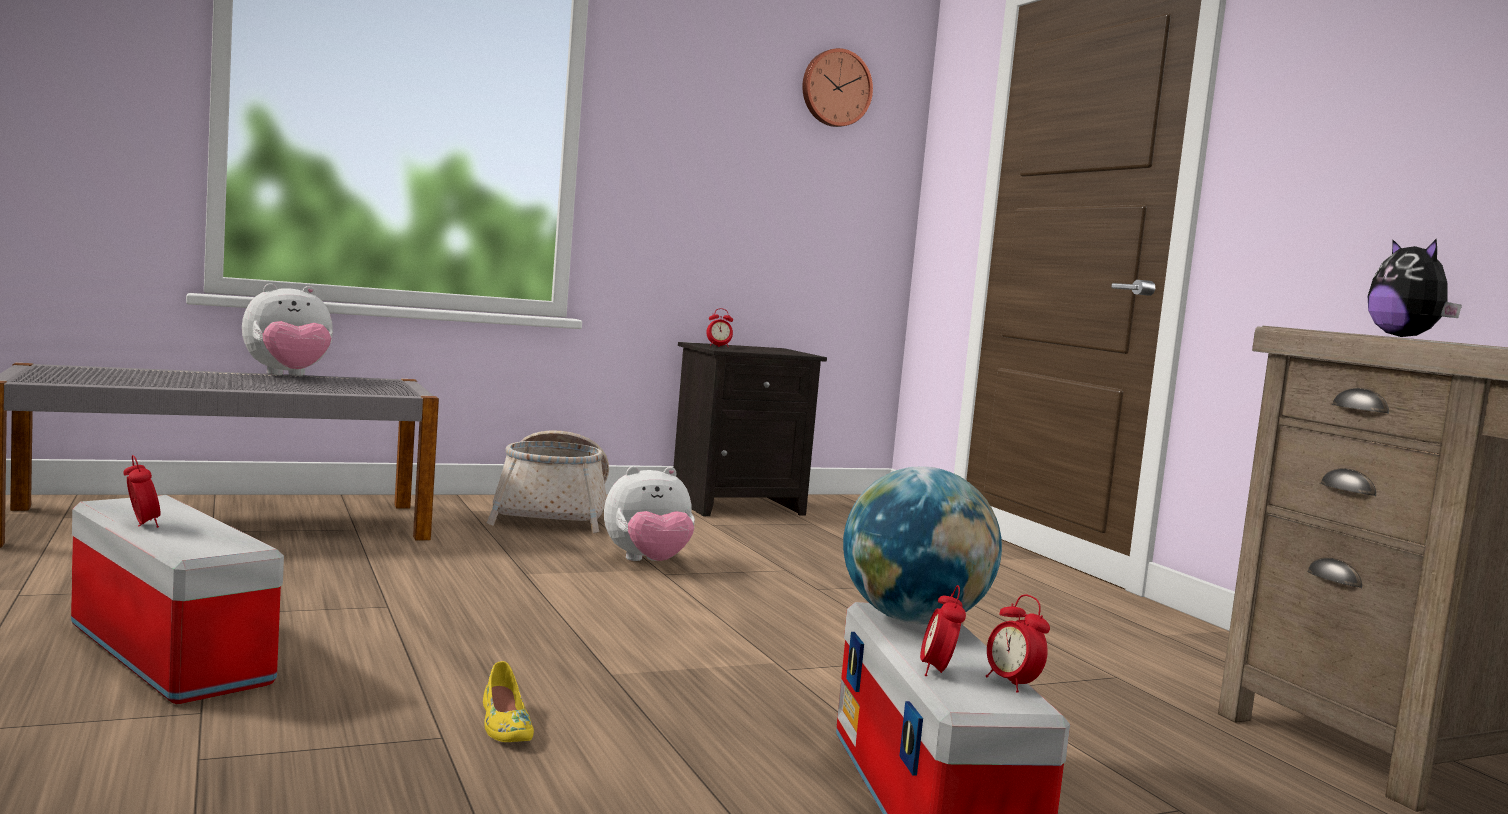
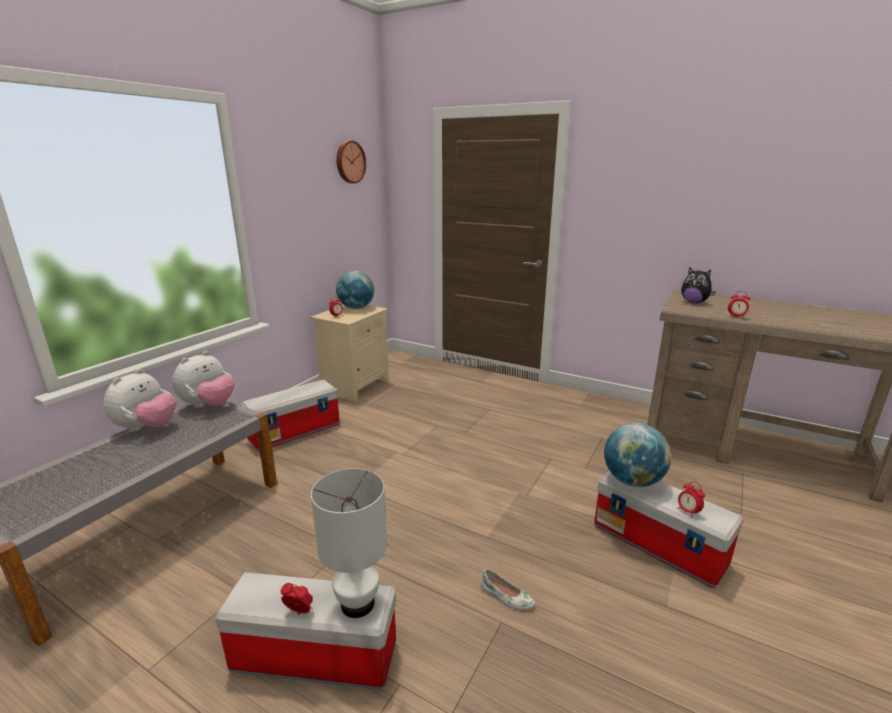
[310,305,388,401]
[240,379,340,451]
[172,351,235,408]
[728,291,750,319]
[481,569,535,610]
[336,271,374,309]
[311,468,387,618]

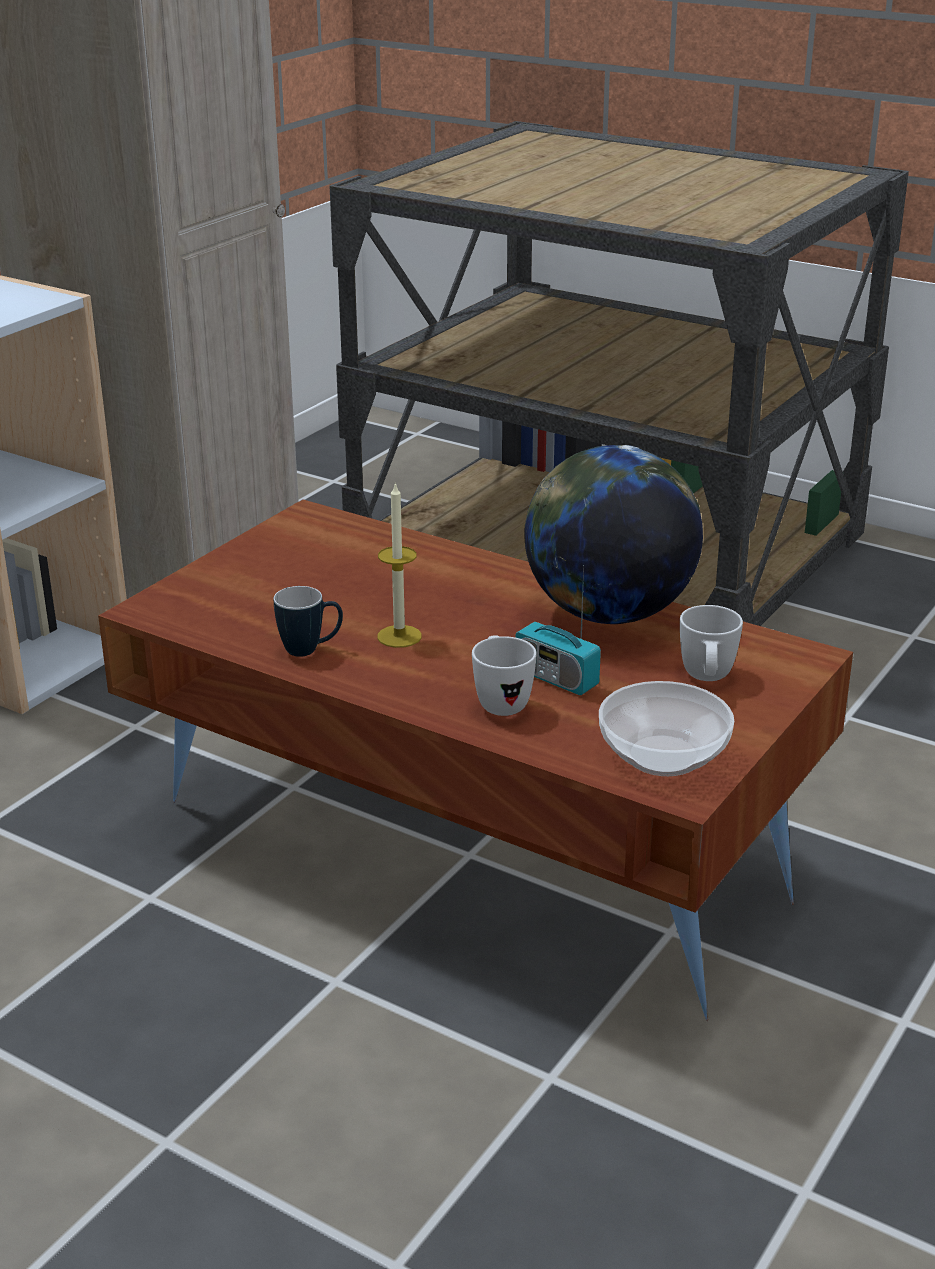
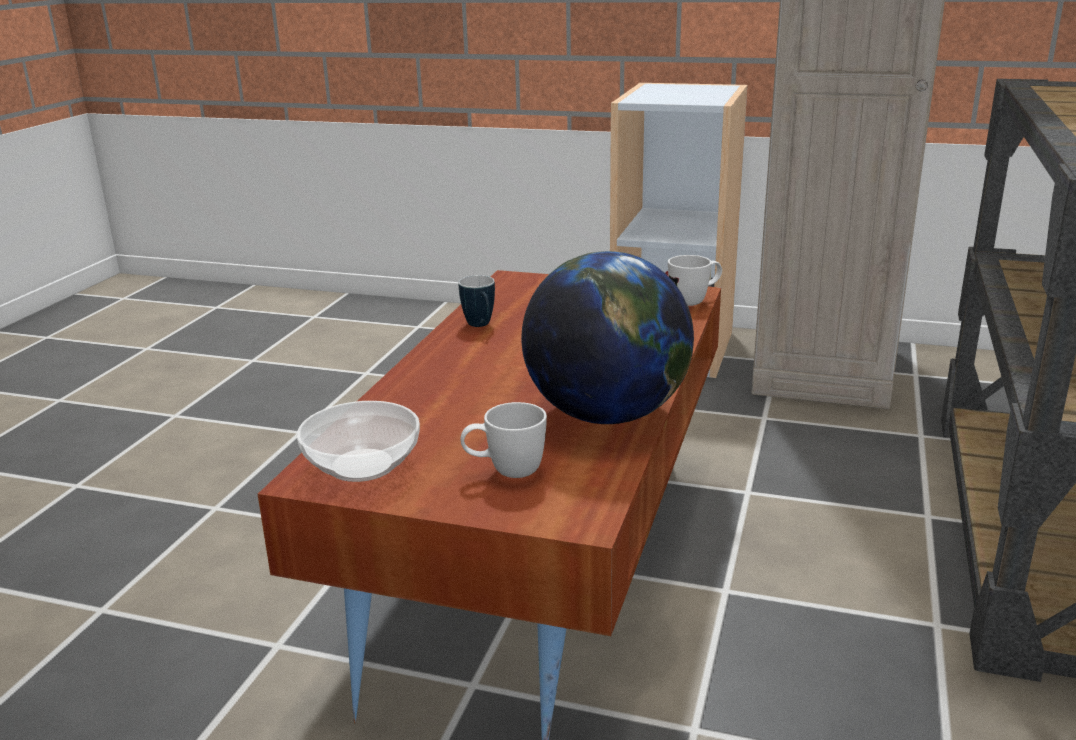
[377,482,422,648] (first image)
[516,565,601,695] (first image)
[668,255,722,306]

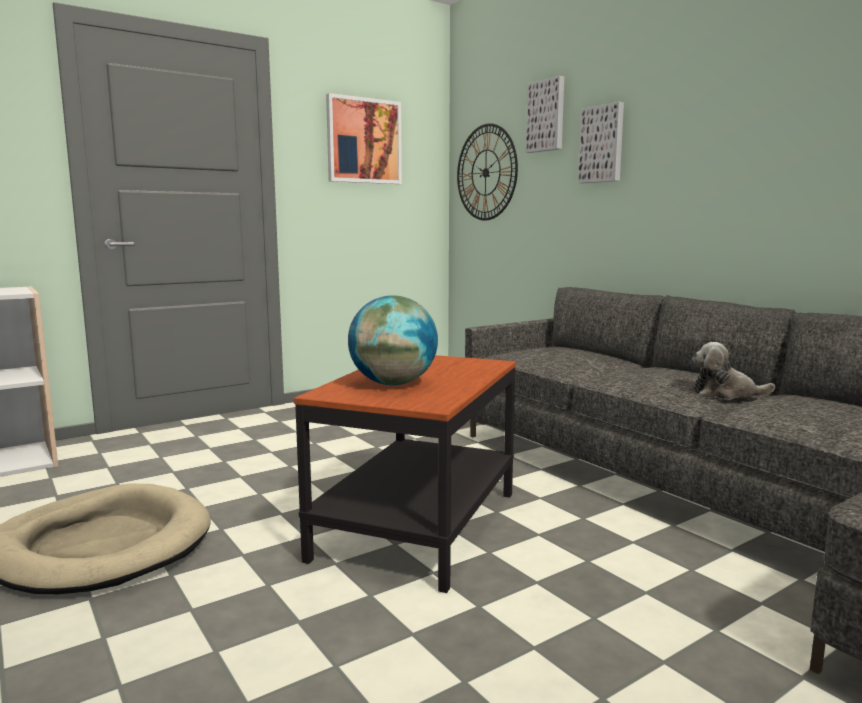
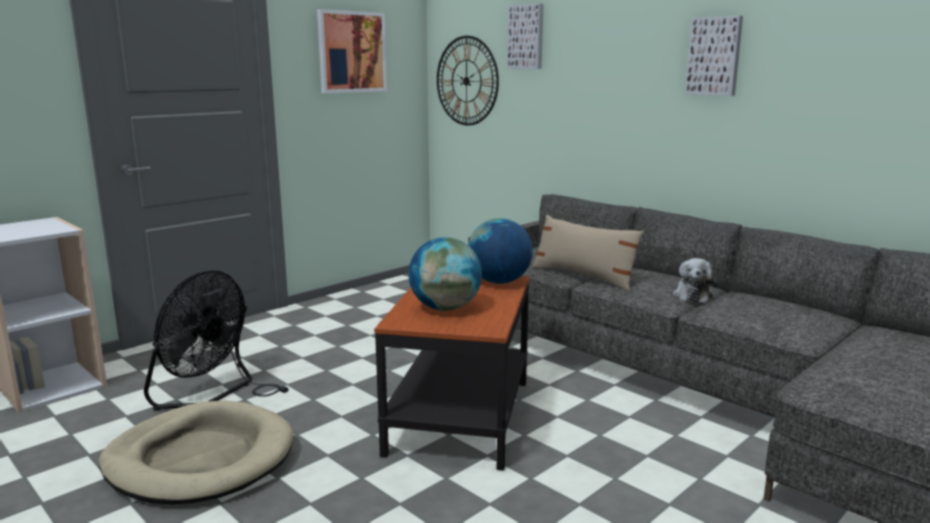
[685,15,743,96]
[673,258,718,303]
[532,215,644,291]
[468,218,533,284]
[144,271,289,411]

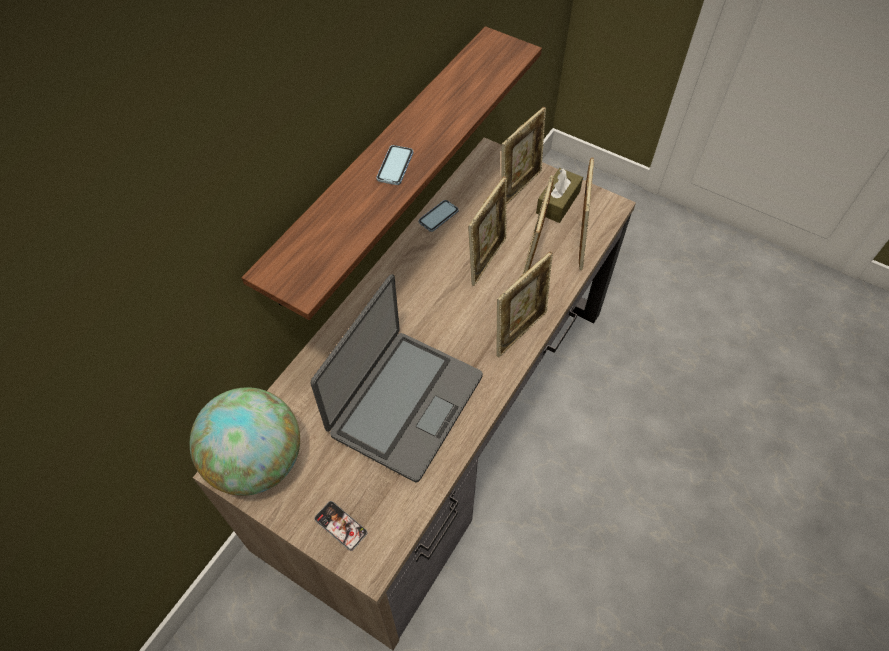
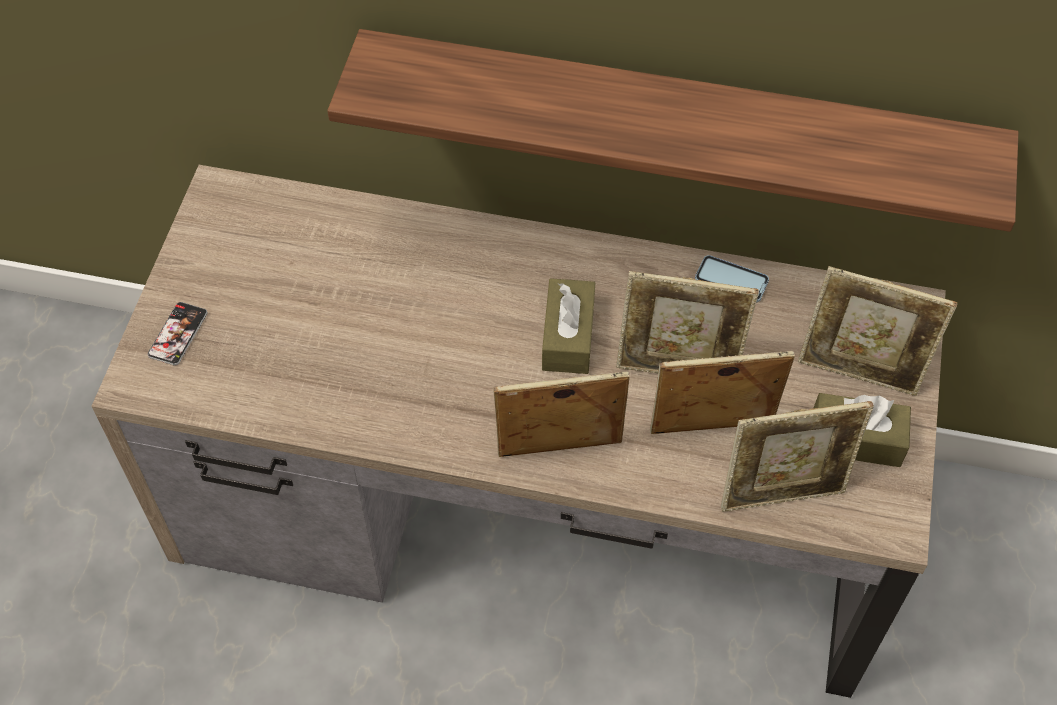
[376,145,413,185] (first image)
[493,372,630,457]
[311,274,483,482] (first image)
[190,387,300,496] (first image)
[542,278,596,374]

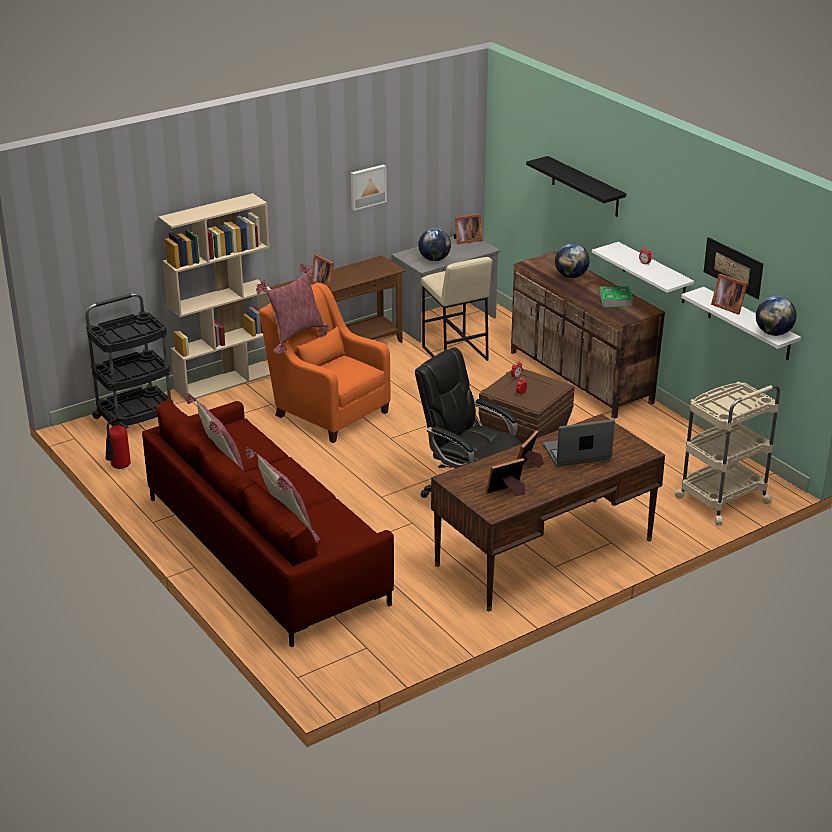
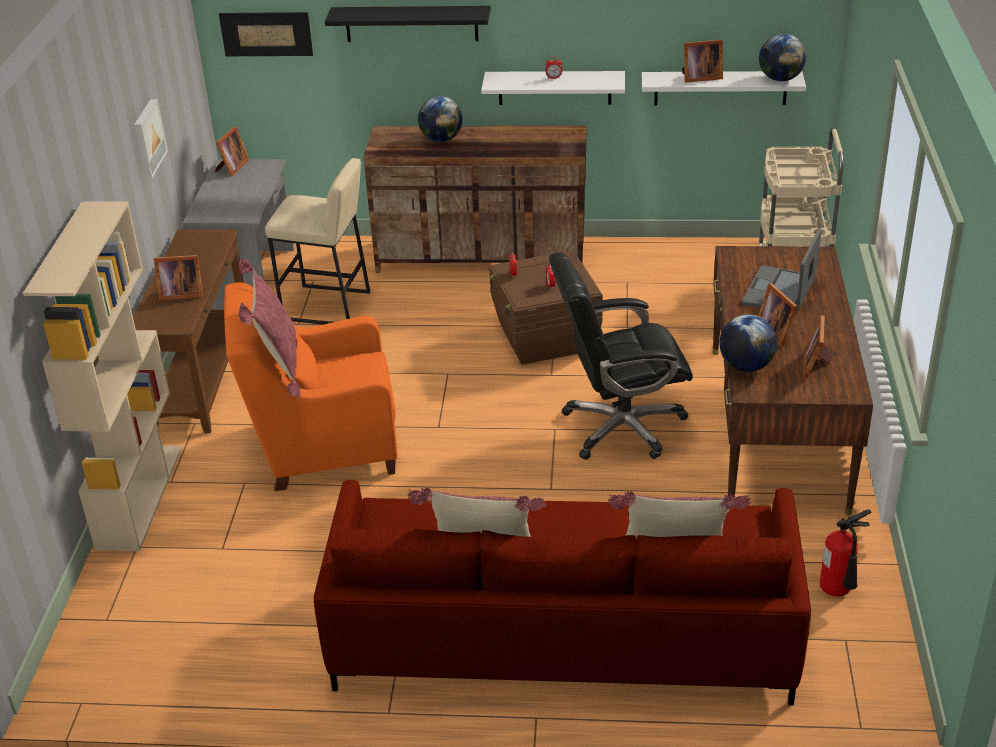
[720,315,778,372]
[219,12,313,56]
[599,286,633,307] (first image)
[85,293,173,426] (first image)
[820,509,871,597]

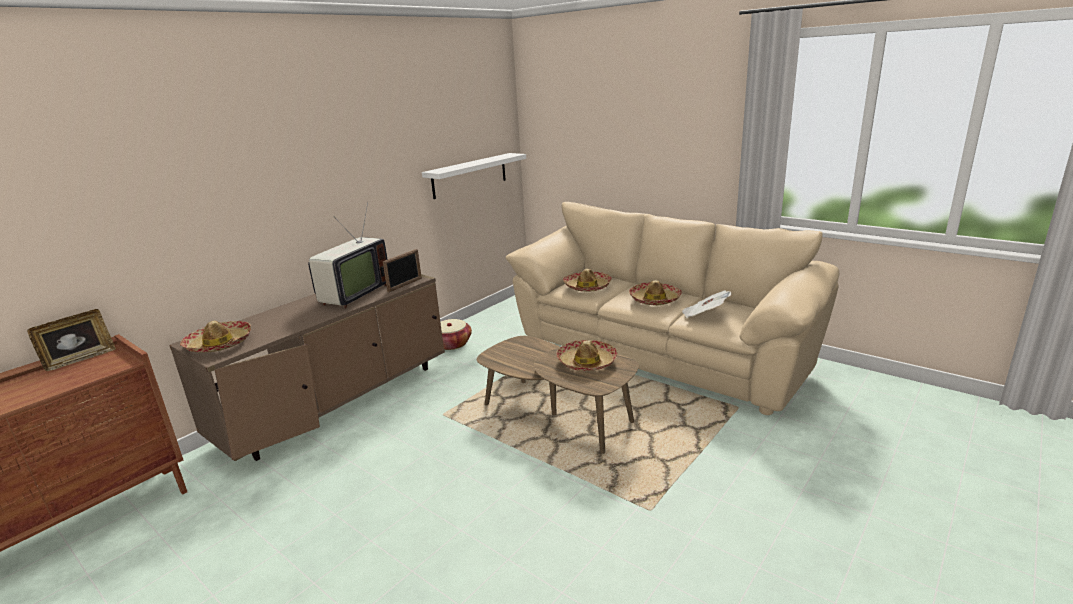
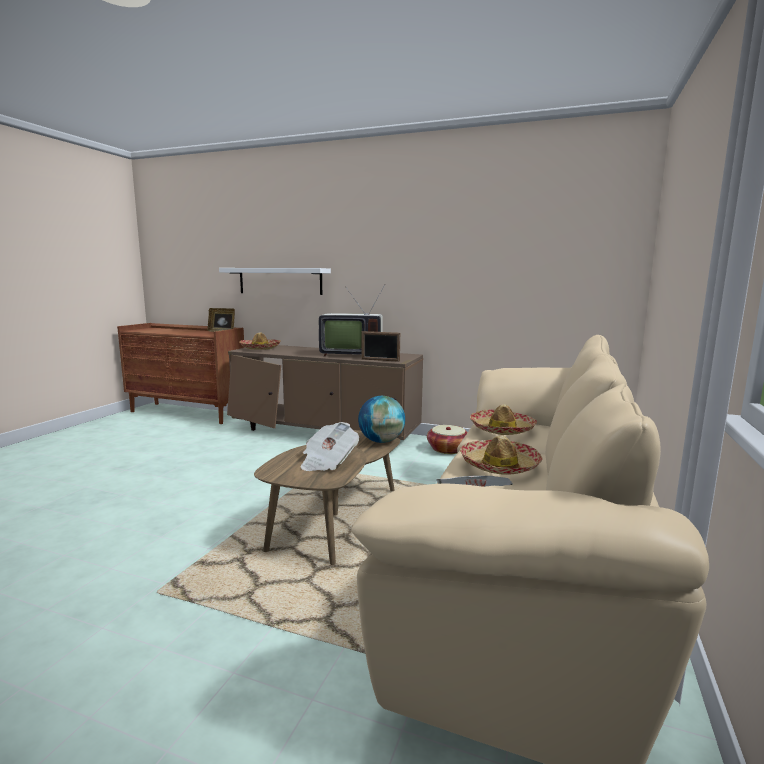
[219,268,331,295]
[301,422,359,471]
[358,396,405,443]

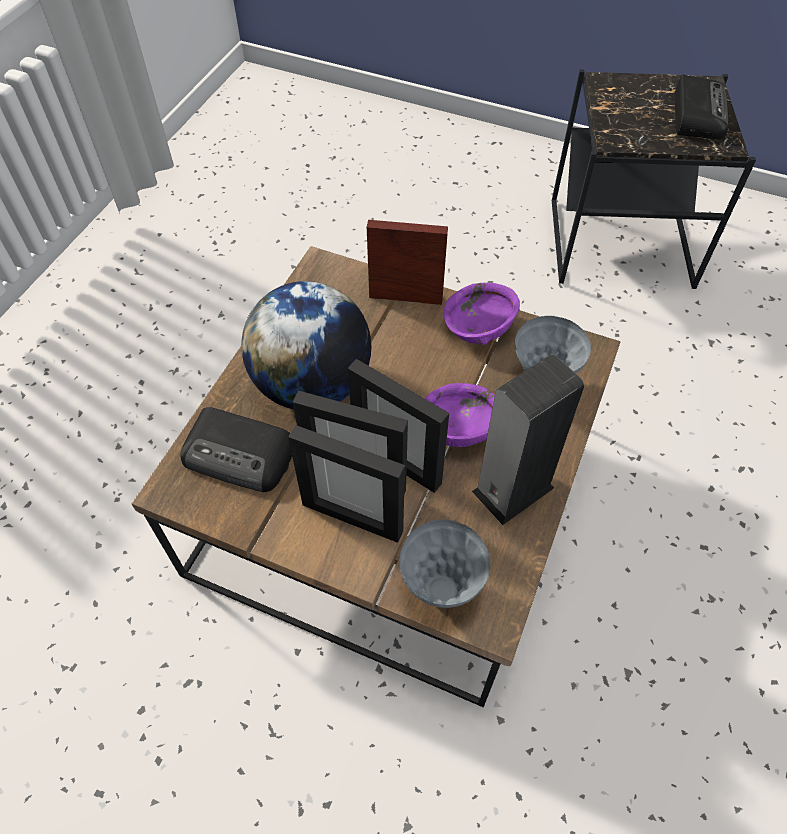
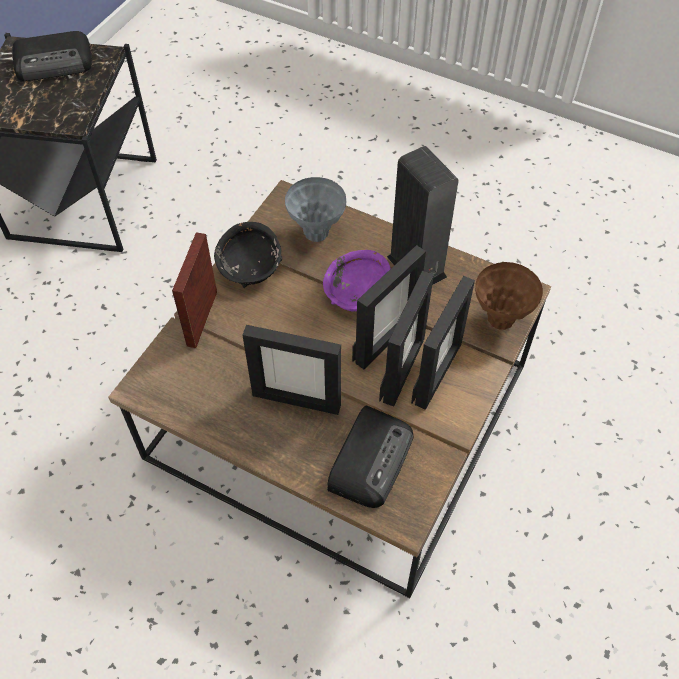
[12,31,92,81]
[243,325,341,415]
[214,222,282,288]
[475,262,543,330]

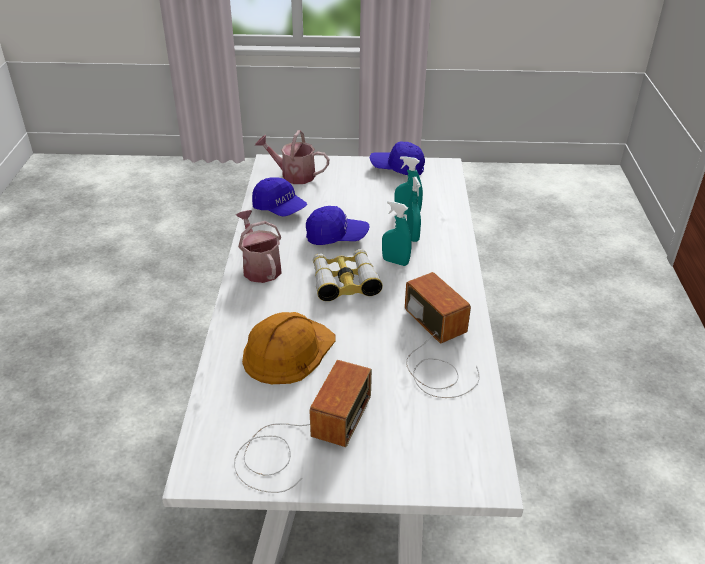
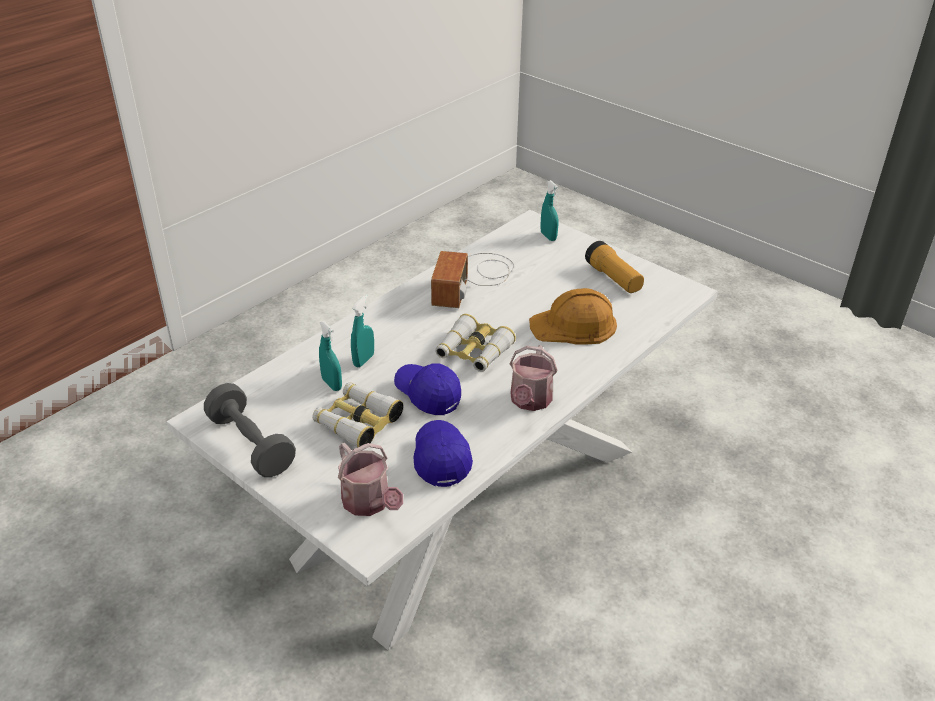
[204,383,296,477]
[540,180,559,241]
[585,241,644,293]
[312,382,403,447]

